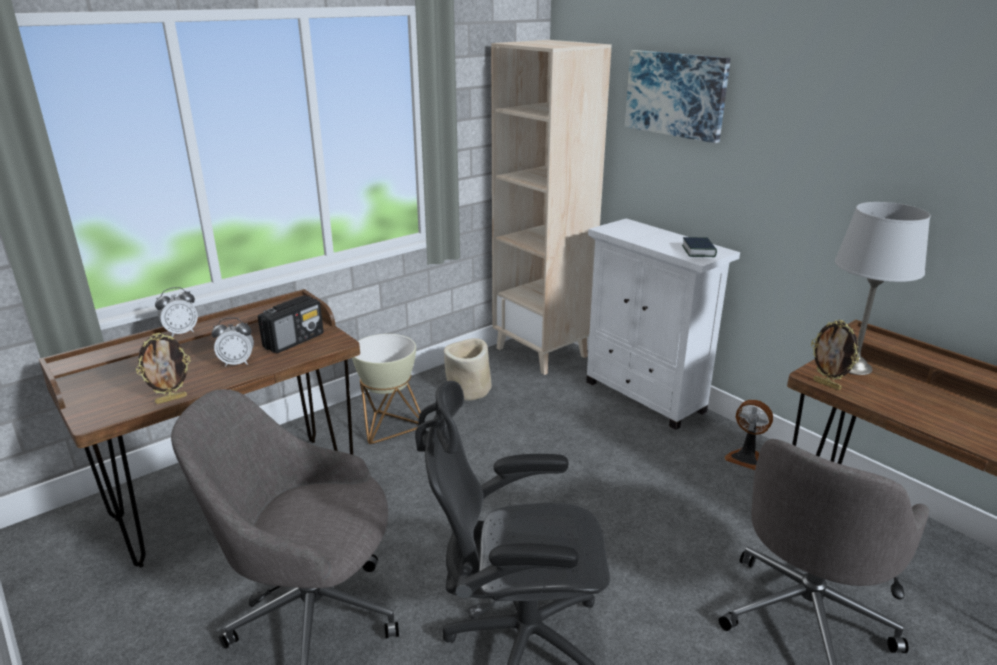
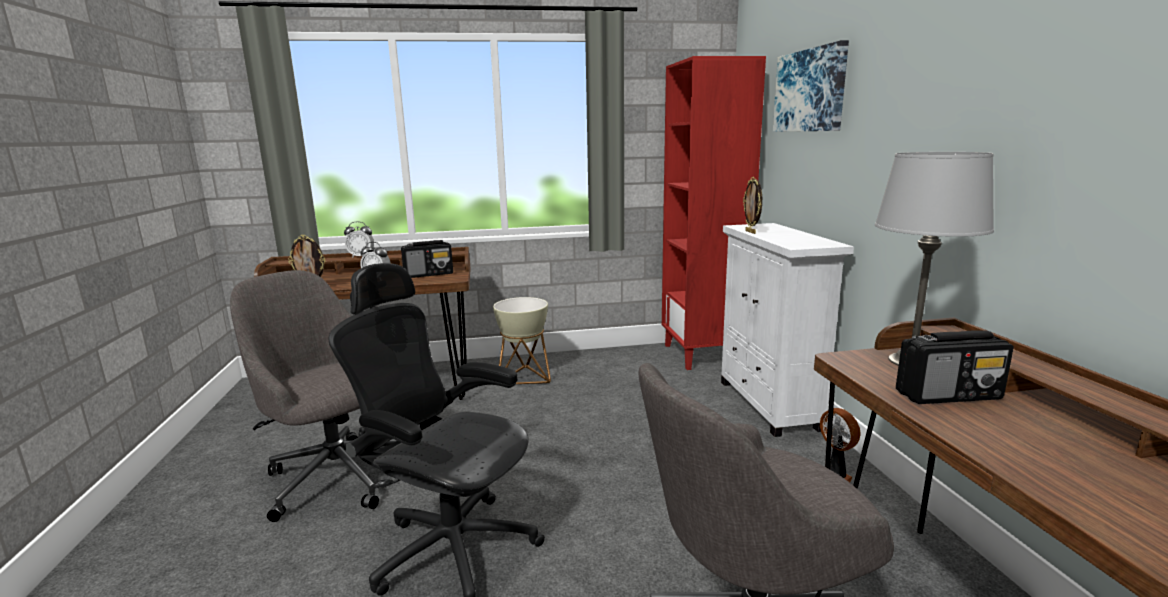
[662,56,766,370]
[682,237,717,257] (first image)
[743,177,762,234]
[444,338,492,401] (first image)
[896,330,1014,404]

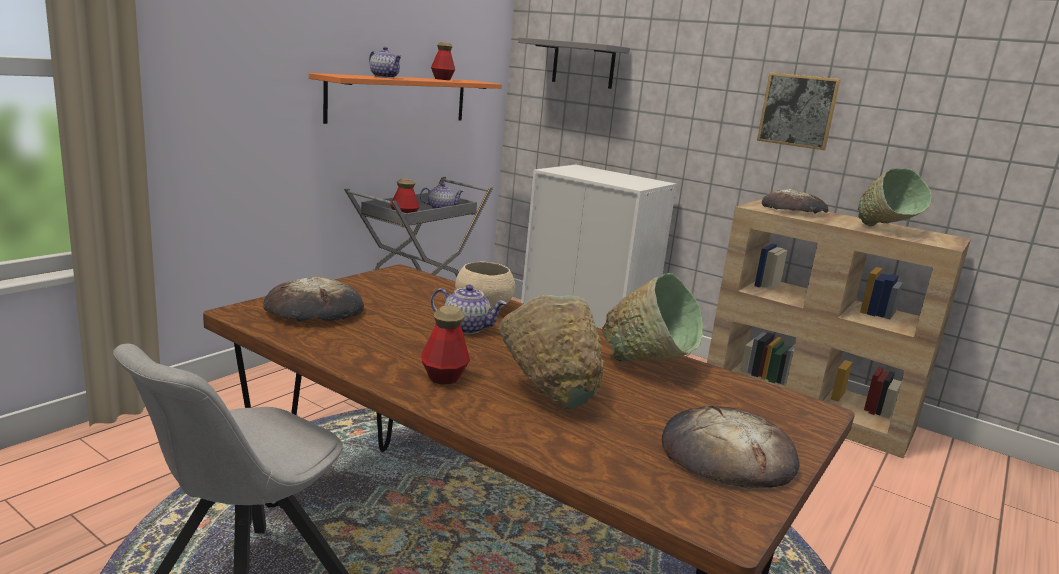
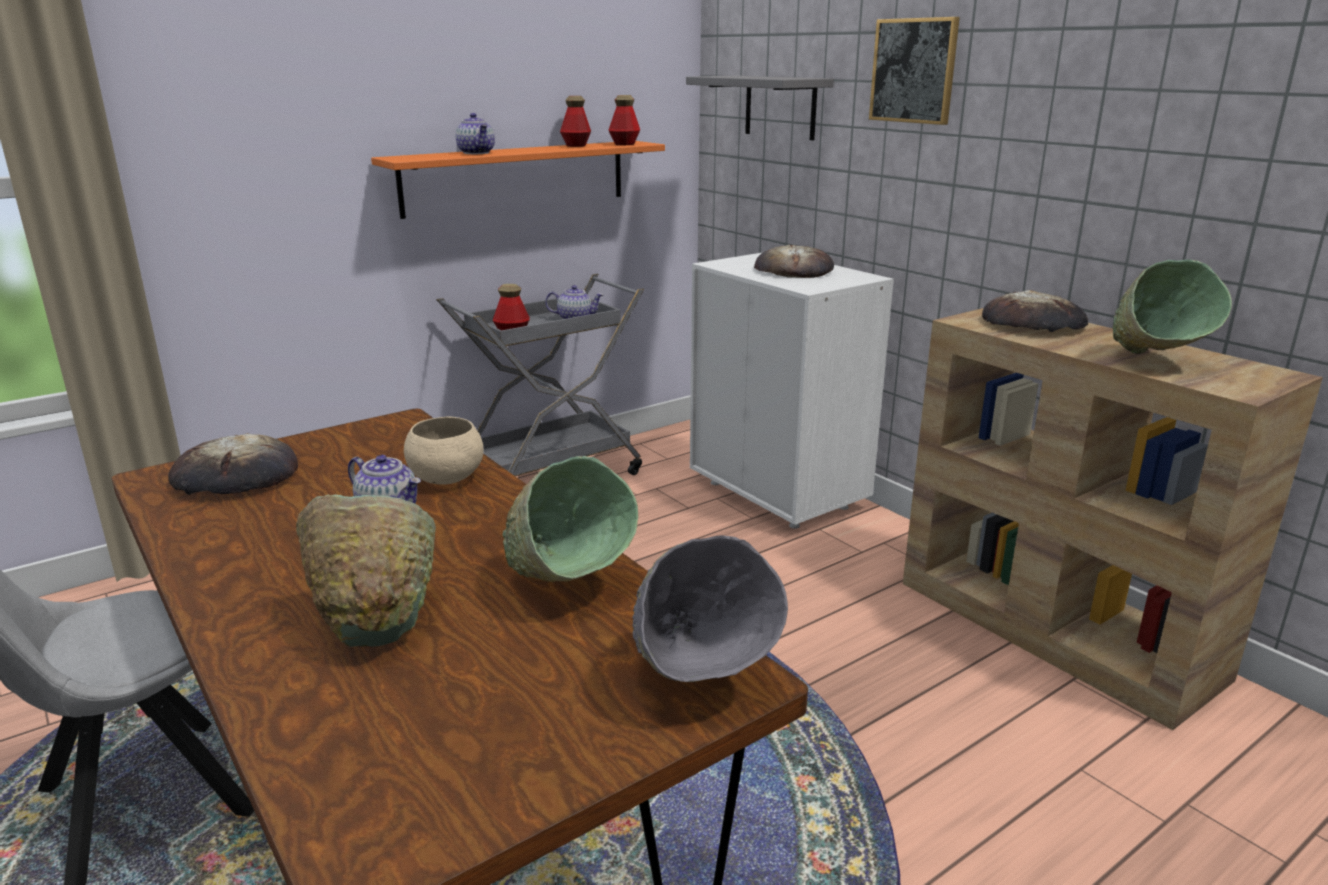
[869,17,960,125]
[608,95,640,145]
[754,245,834,278]
[632,535,788,682]

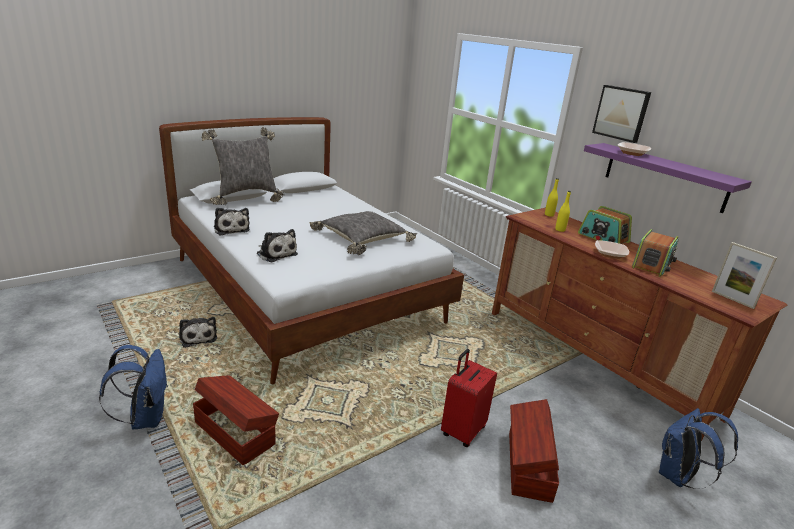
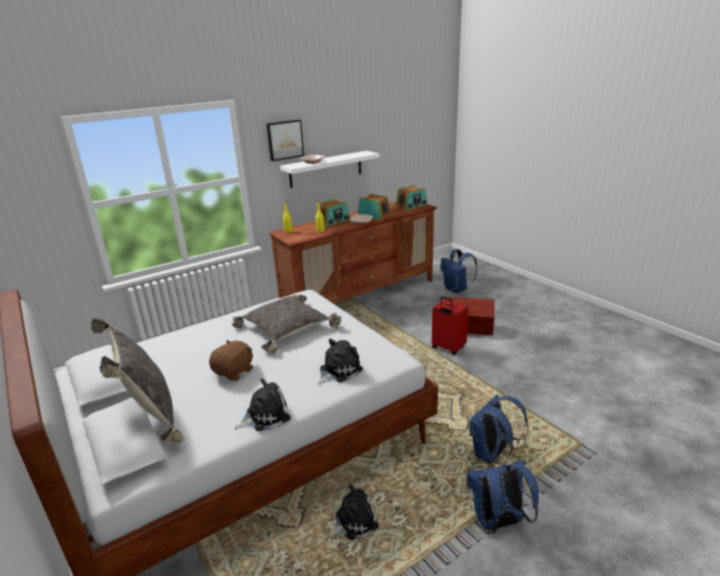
[280,151,380,188]
[395,185,428,210]
[469,395,528,463]
[209,340,253,381]

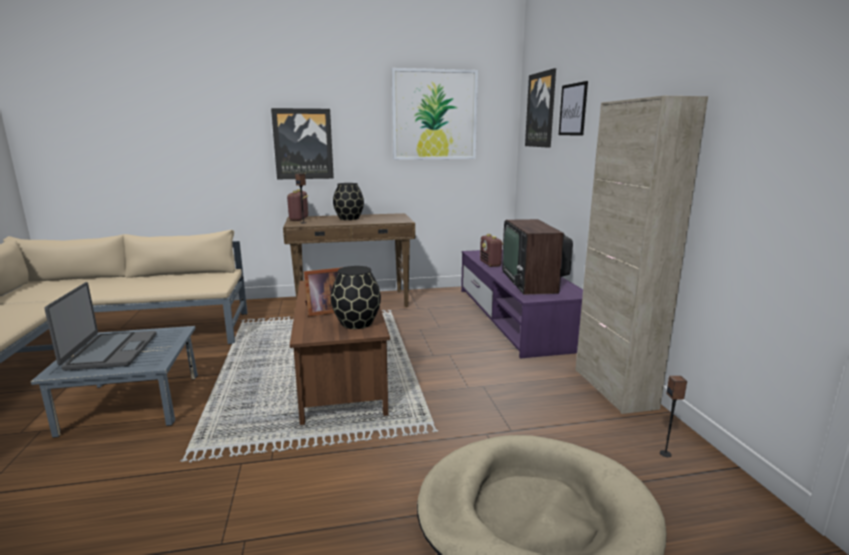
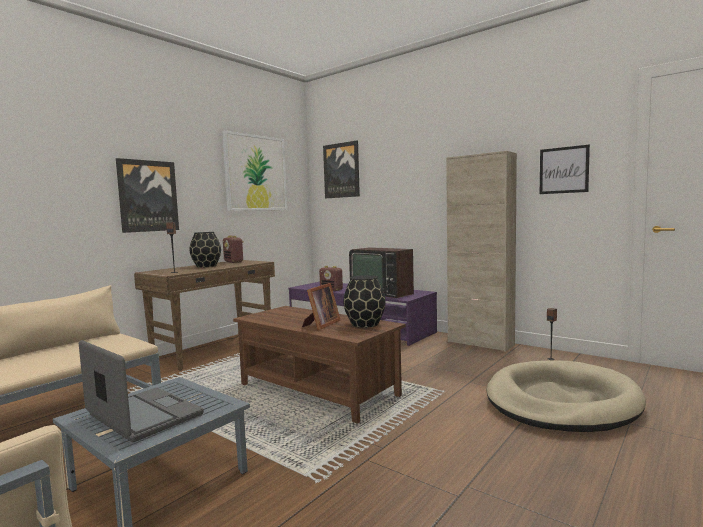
[540,145,590,194]
[223,236,244,263]

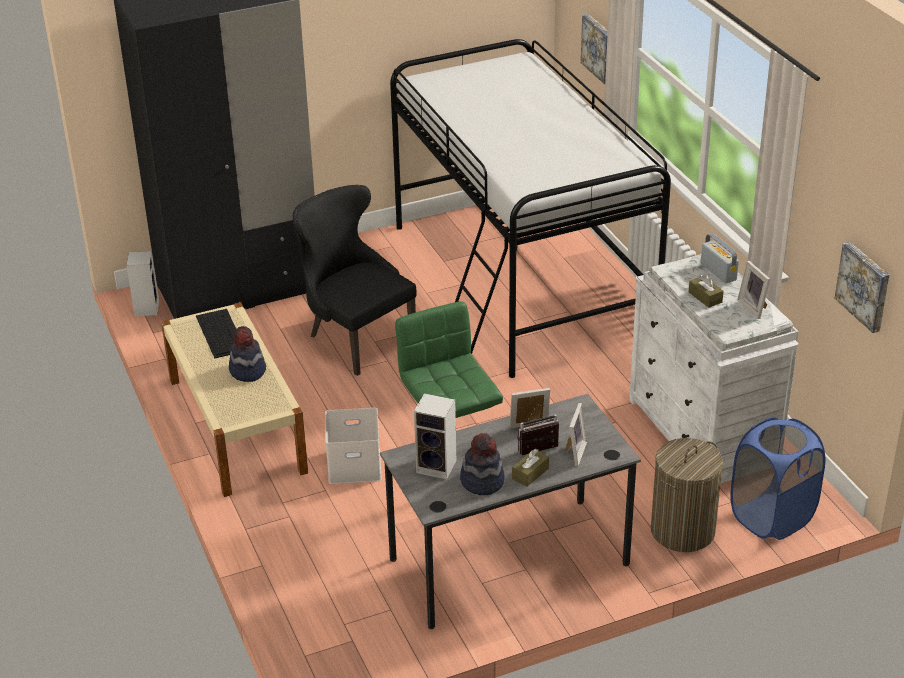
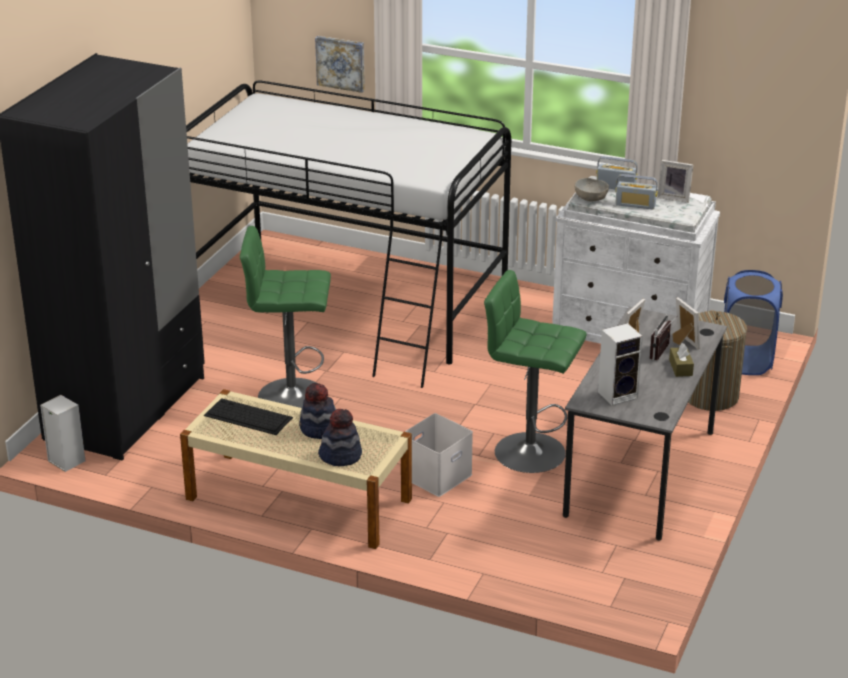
[240,226,331,408]
[834,242,889,333] (first image)
[615,174,658,209]
[318,409,362,466]
[575,178,609,202]

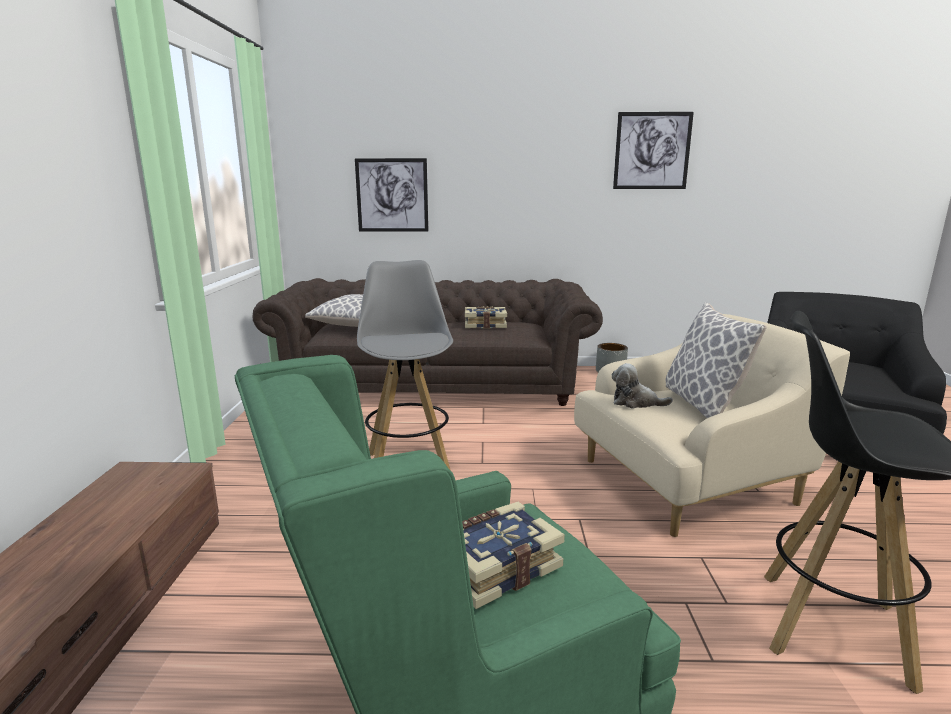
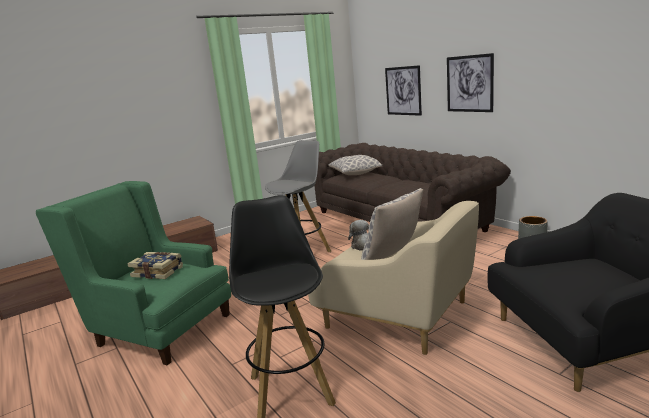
[447,53,494,112]
[465,306,507,329] (first image)

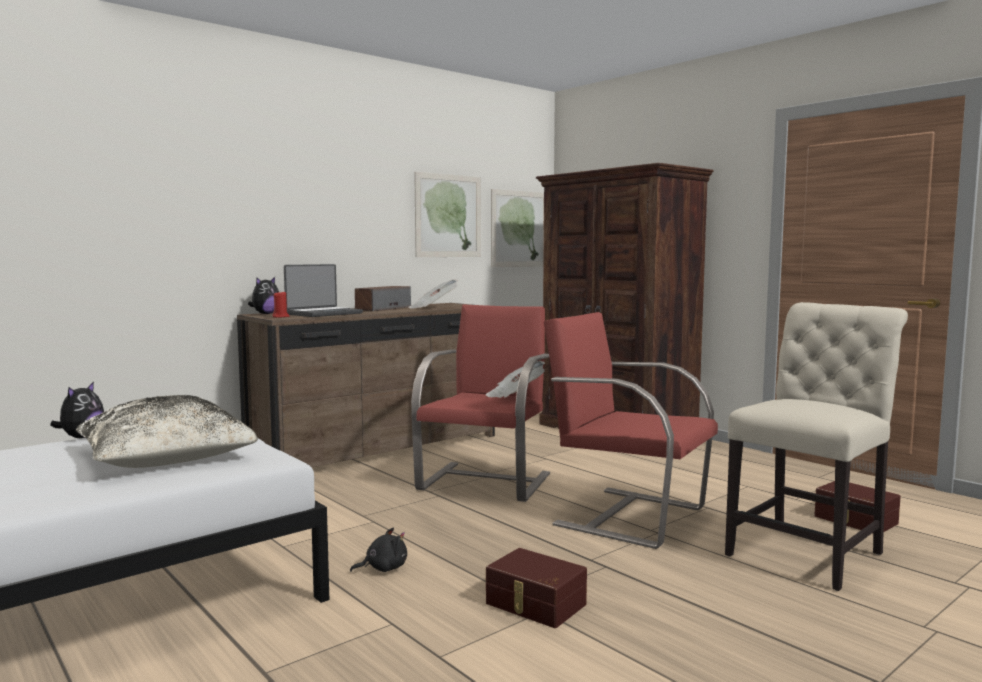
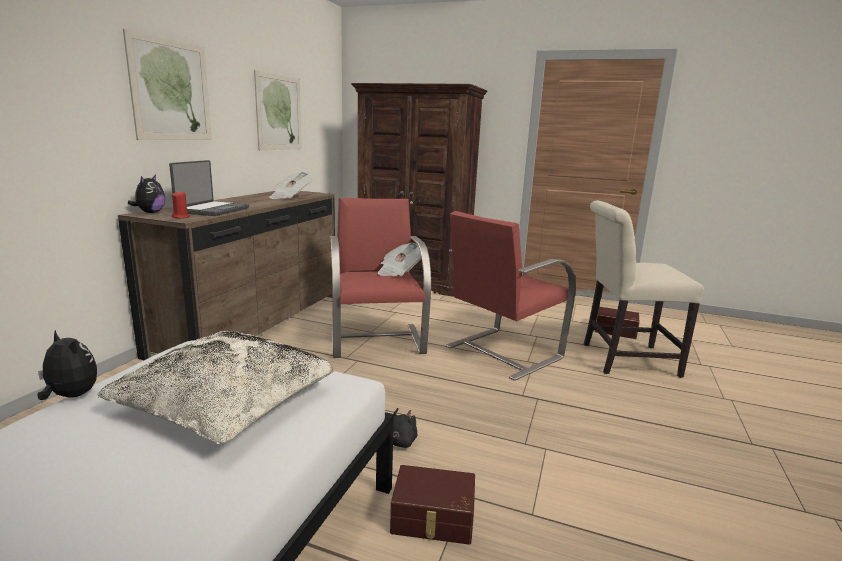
[123,29,212,140]
[355,286,411,311] (first image)
[584,201,704,378]
[445,211,576,381]
[37,330,97,400]
[390,465,475,545]

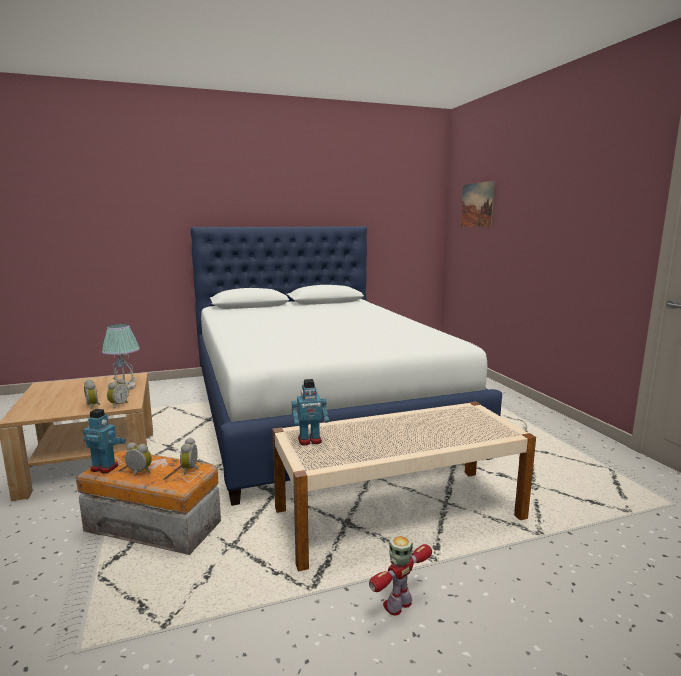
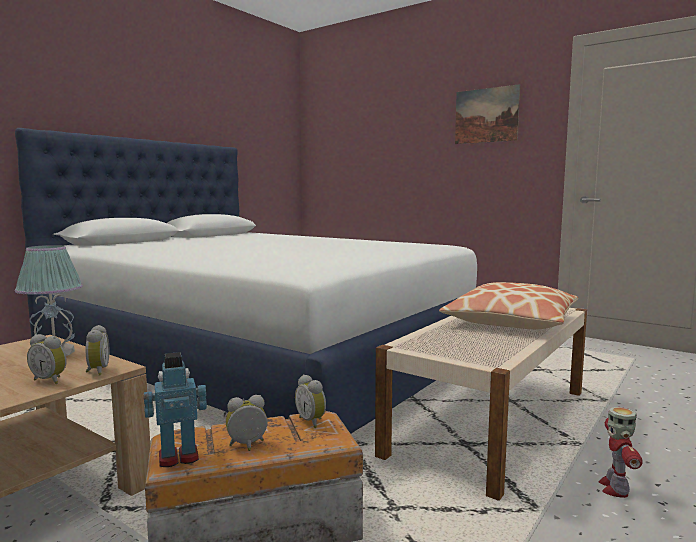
[455,84,520,144]
[292,379,329,445] (first image)
[439,282,578,329]

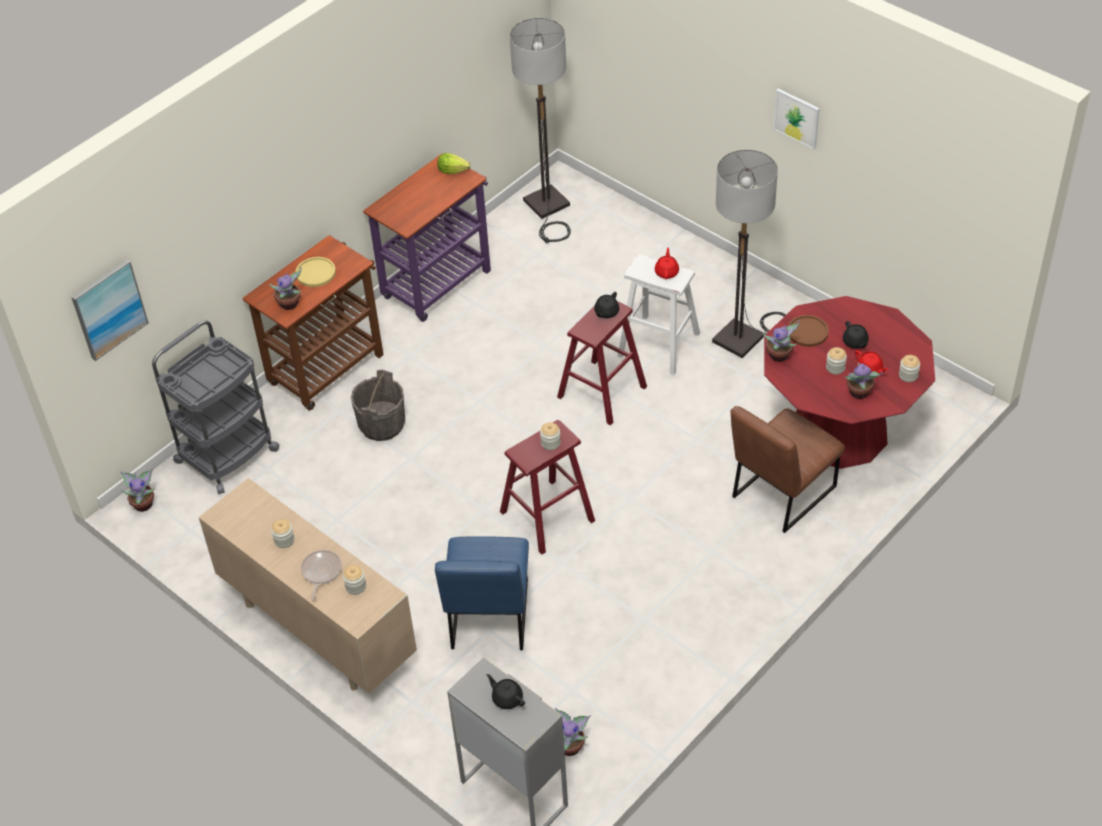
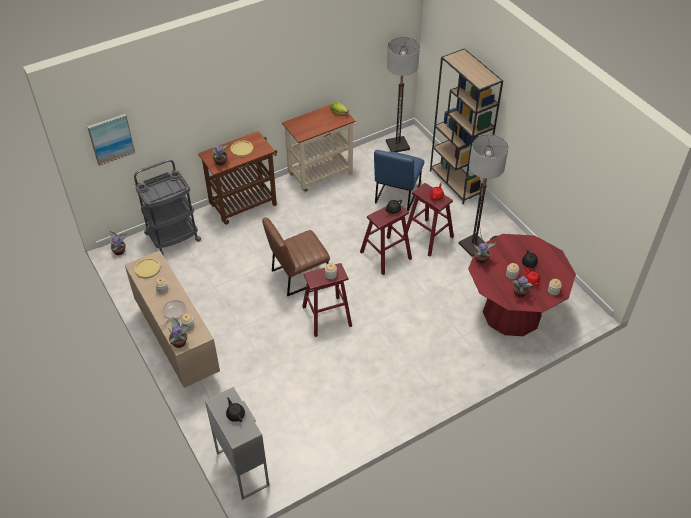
[774,89,820,150] (first image)
[282,104,357,193]
[403,183,454,257]
[788,315,829,347] (first image)
[351,370,405,441] (first image)
[262,217,330,296]
[374,150,424,211]
[168,317,190,348]
[430,48,503,204]
[134,258,160,279]

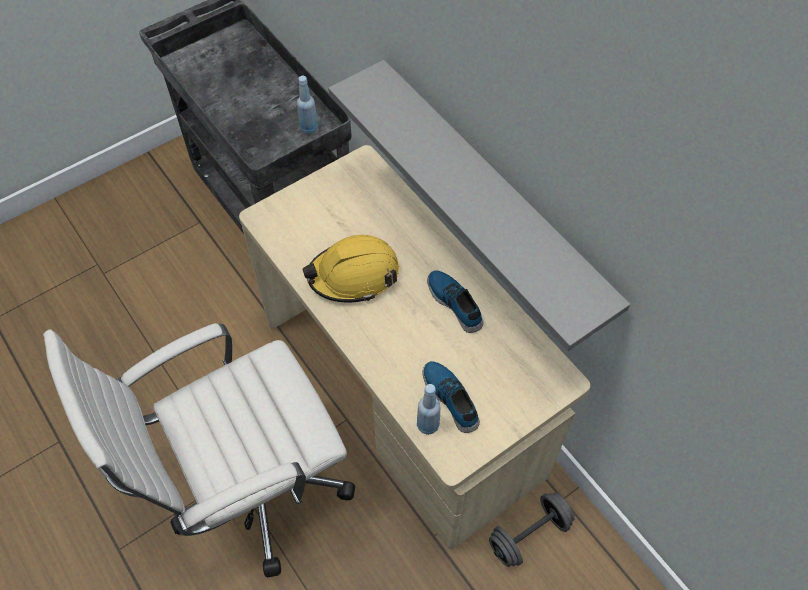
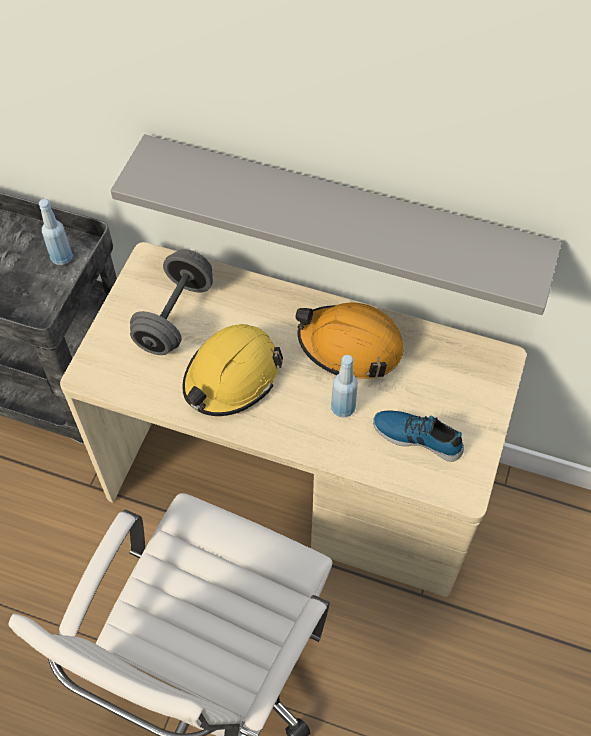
[296,303,404,379]
[331,355,358,418]
[130,249,213,355]

